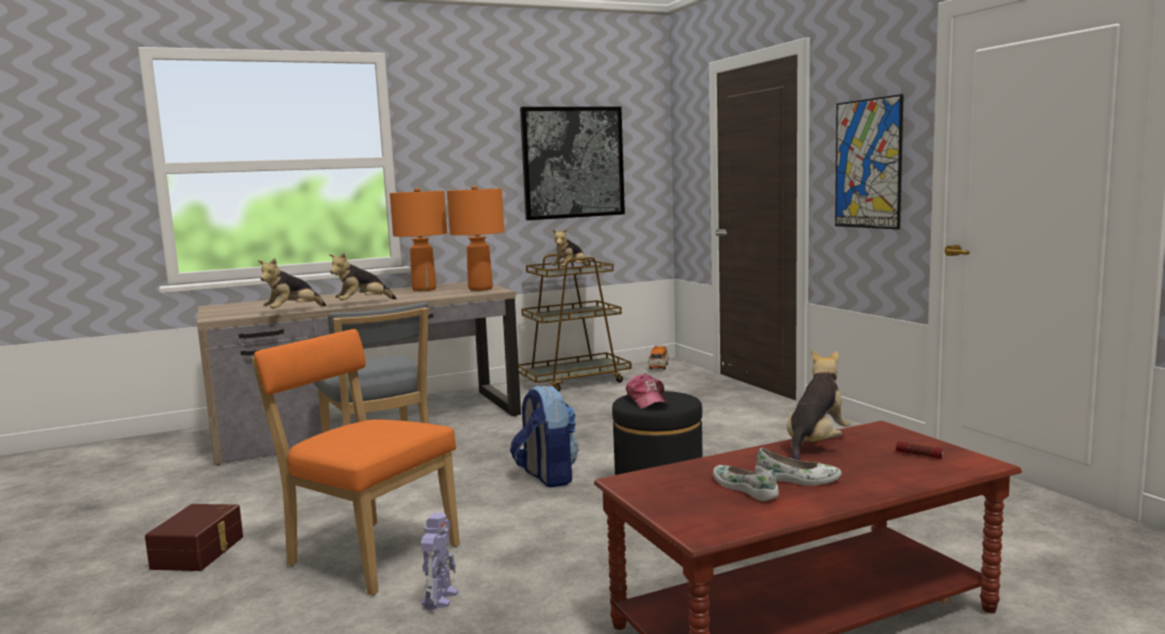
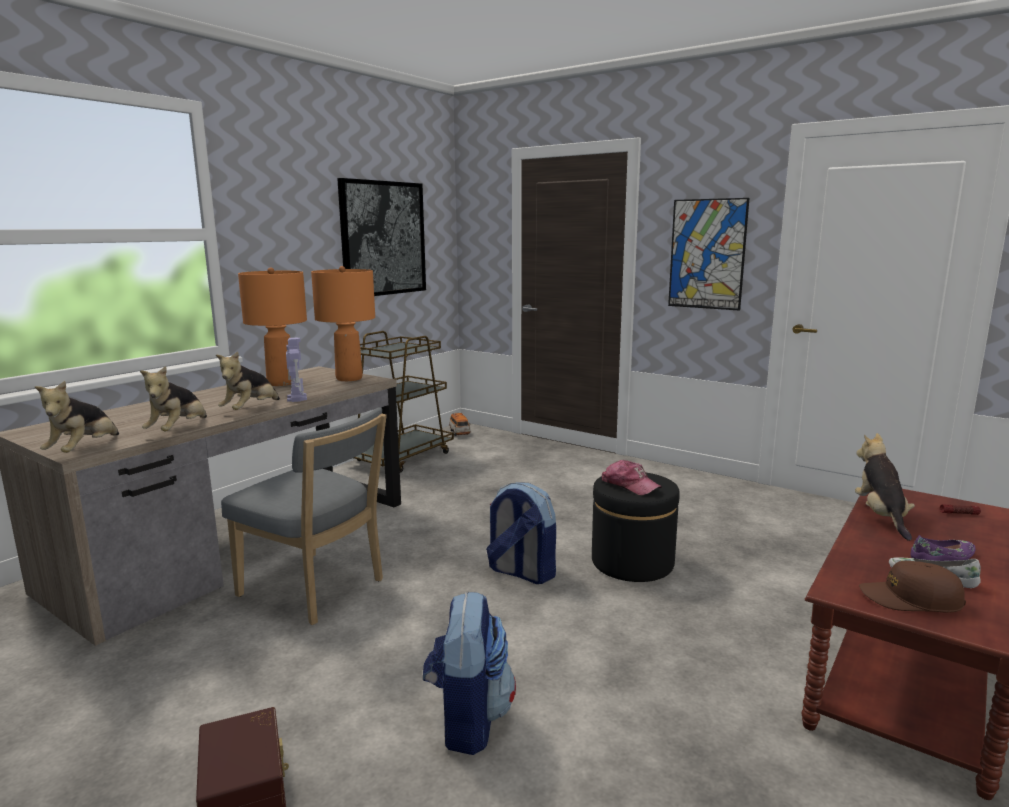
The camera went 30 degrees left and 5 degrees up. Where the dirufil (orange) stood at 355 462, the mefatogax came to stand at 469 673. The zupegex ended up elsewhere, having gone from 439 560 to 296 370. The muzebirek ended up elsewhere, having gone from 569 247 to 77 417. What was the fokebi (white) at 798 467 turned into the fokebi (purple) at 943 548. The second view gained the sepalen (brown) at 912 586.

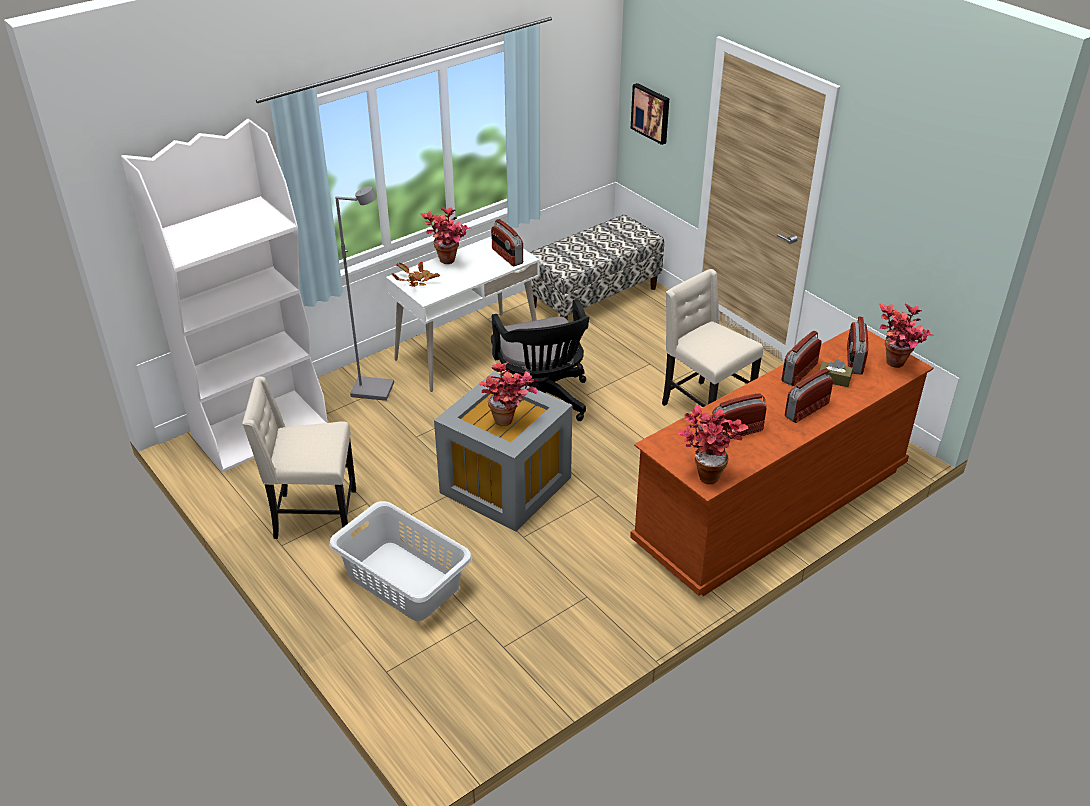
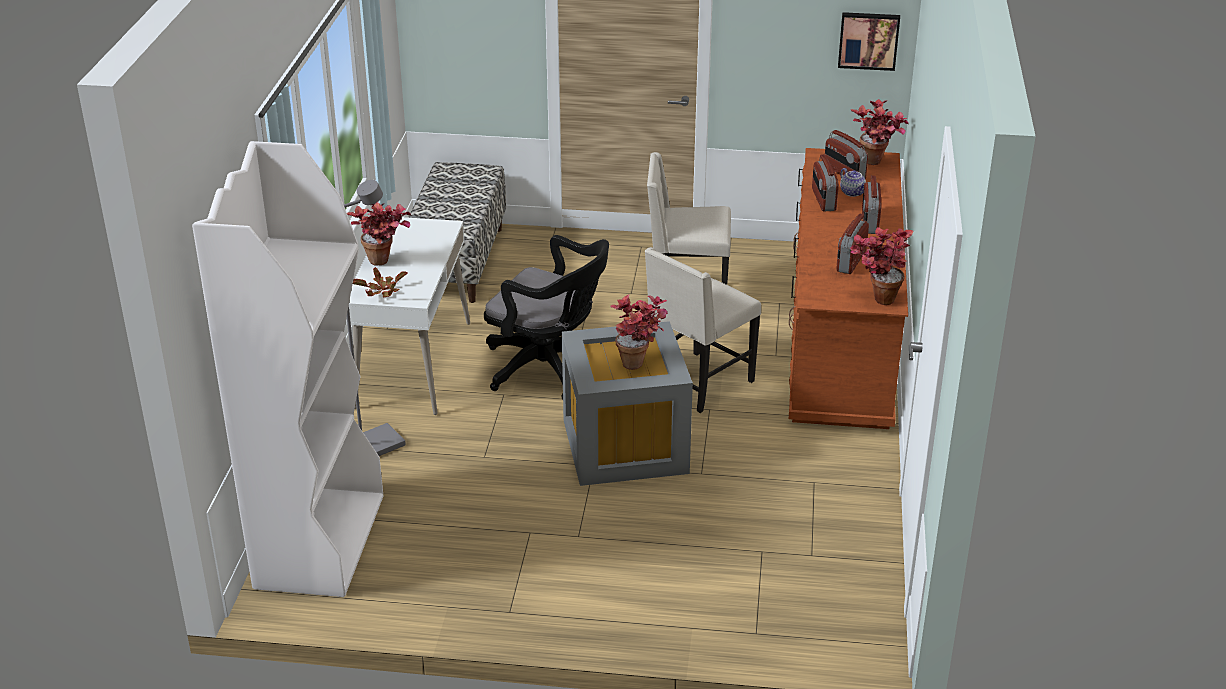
The camera went 45 degrees left and 5 degrees down. The dirufil (beige) ended up elsewhere, having gone from 299 457 to 703 330. The second view lost the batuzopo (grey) at 400 561. The second view lost the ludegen at 507 242. The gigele ended up elsewhere, having gone from 650 114 to 869 41. Where the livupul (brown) stood at 836 373, the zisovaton came to stand at 853 182.

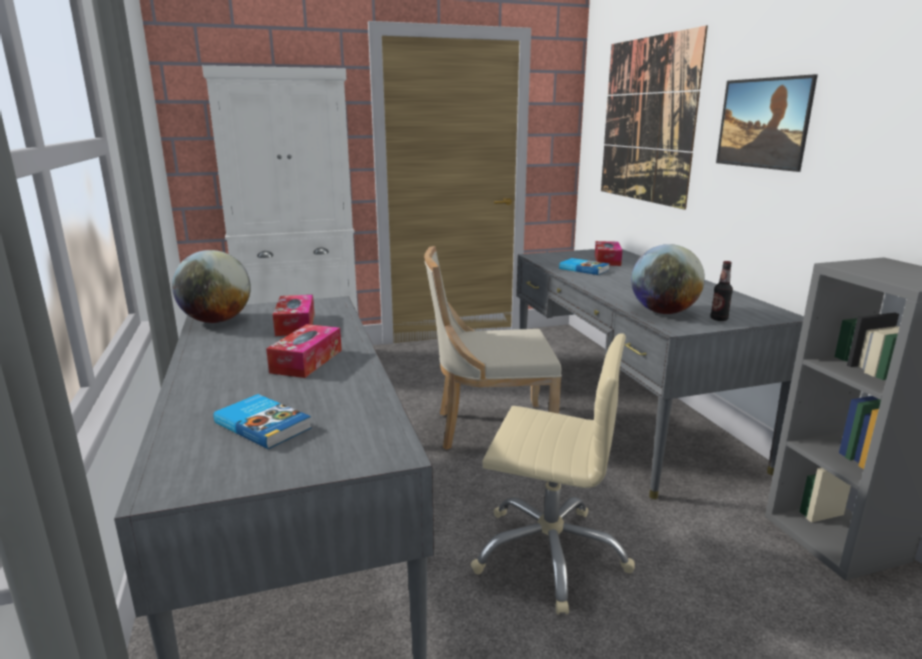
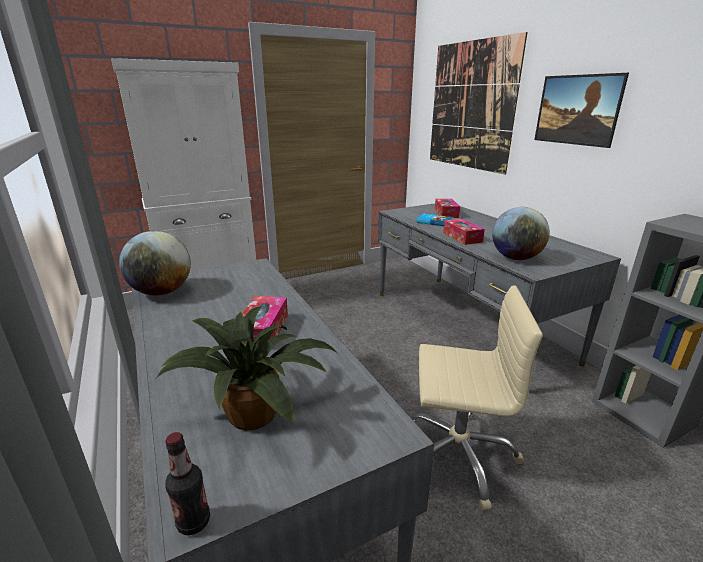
The camera went 10 degrees left and 5 degrees up. Where the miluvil stood at 262 421, the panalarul came to stand at 246 368. The livupul ended up elsewhere, having gone from 294 315 to 464 232. The second view lost the dirufil (beige) at 493 348. The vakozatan ended up elsewhere, having gone from 721 291 to 187 483.

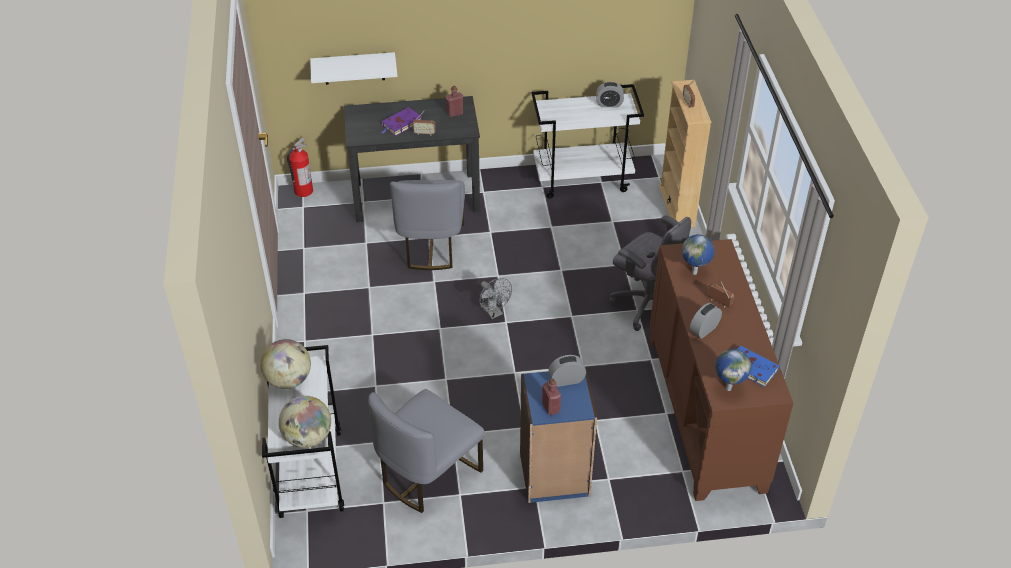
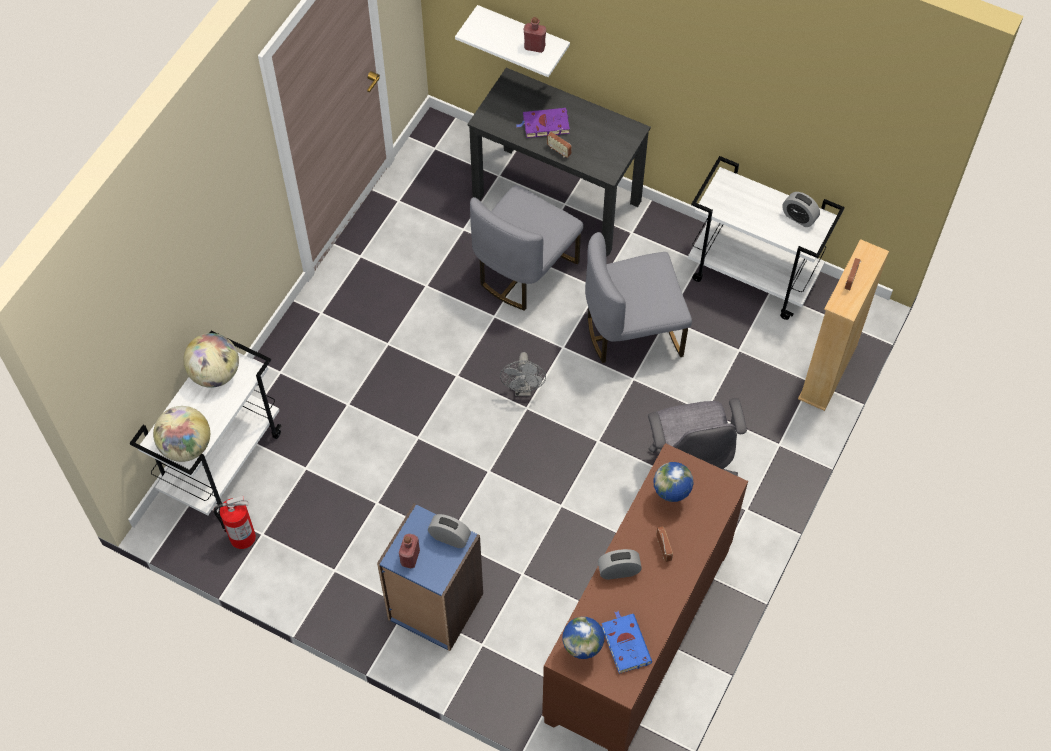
The camera went 35 degrees right and 15 degrees up. The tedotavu ended up elsewhere, having gone from 300 167 to 234 522. The dirufil (grey) ended up elsewhere, having gone from 426 451 to 638 297. The vakozatan (red) ended up elsewhere, having gone from 454 101 to 535 35.

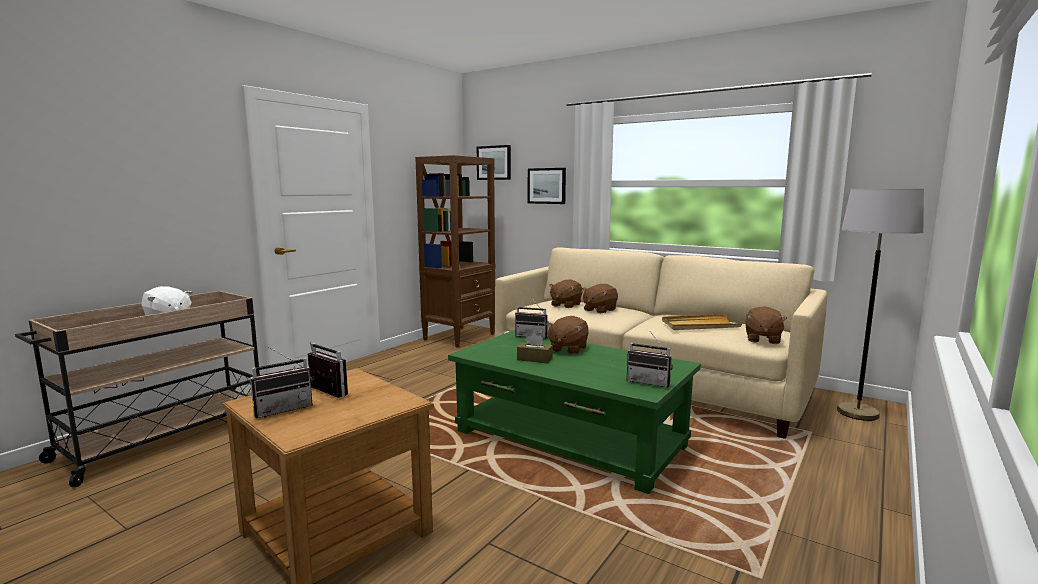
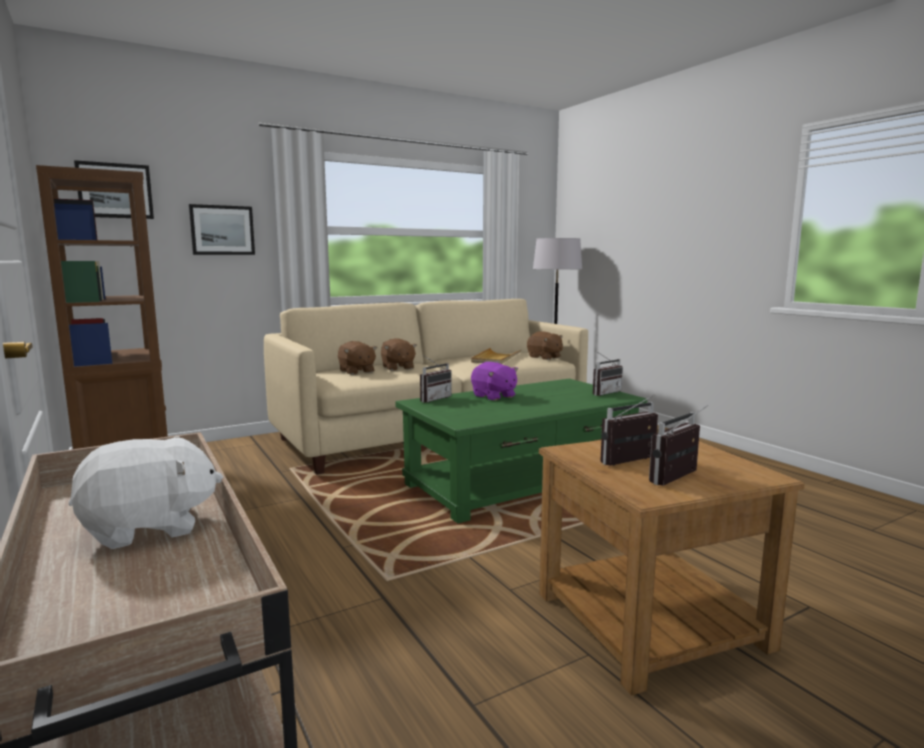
The camera went 65 degrees left and 0 degrees up. The ludegen at 281 382 ended up facing another way, 120 degrees counterclockwise from before. The second view lost the livupul (brown) at 535 348. What was the muzebirek (brown) at 567 335 turned into the muzebirek (purple) at 494 381.

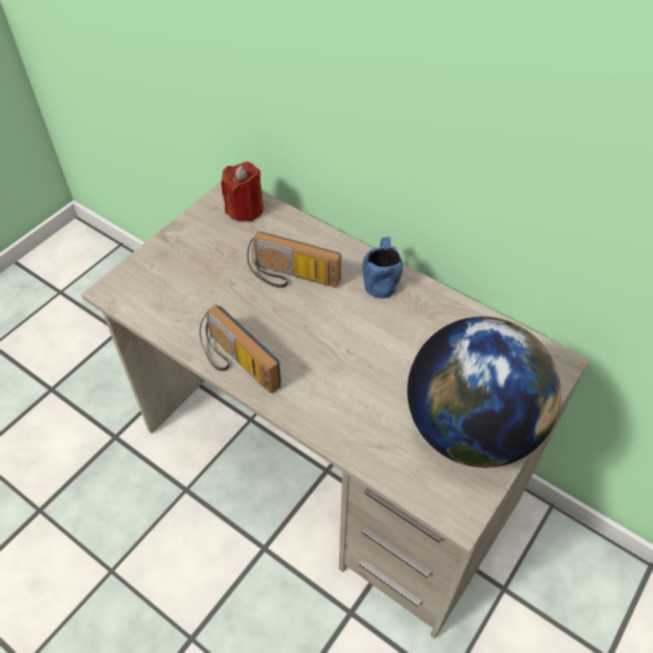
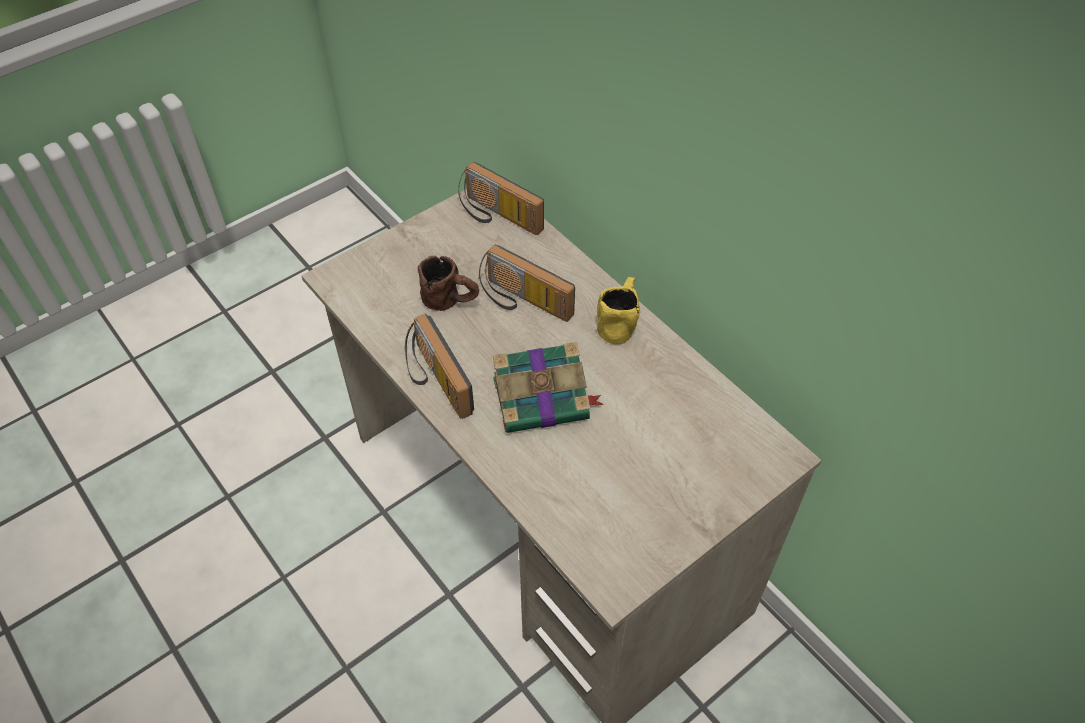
The camera went 15 degrees right and 0 degrees up. Where the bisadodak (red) stood at 242 191, the ludegen came to stand at 501 198. What was the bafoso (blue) at 382 268 turned into the bafoso (yellow) at 618 311. The second view lost the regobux at 484 392. The second view gained the bafoso (brown) at 448 283. The second view gained the miluvil at 548 387.

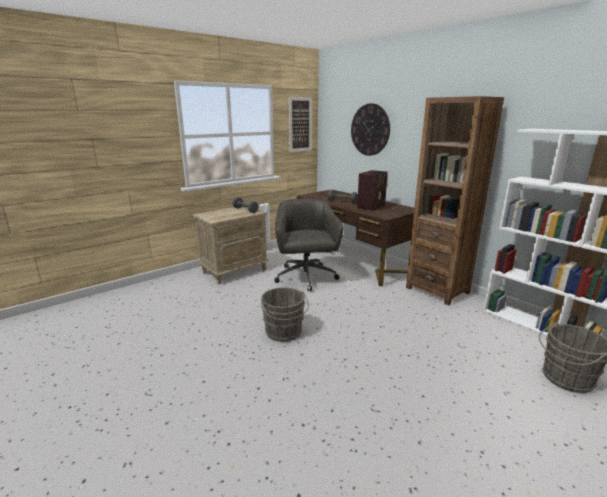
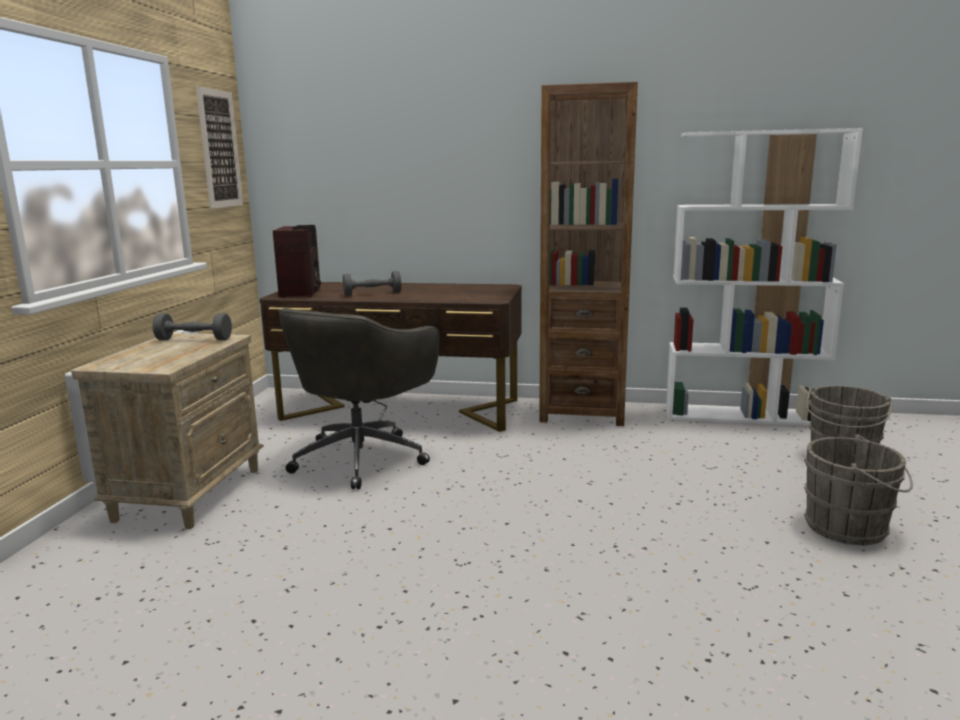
The camera went 40 degrees left and 5 degrees down. The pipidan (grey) ended up elsewhere, having gone from 285 314 to 858 489. The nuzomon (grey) at 308 245 ended up facing another way, 105 degrees counterclockwise from before. The second view lost the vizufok at 370 129. The ludegen ended up elsewhere, having gone from 372 190 to 297 261.

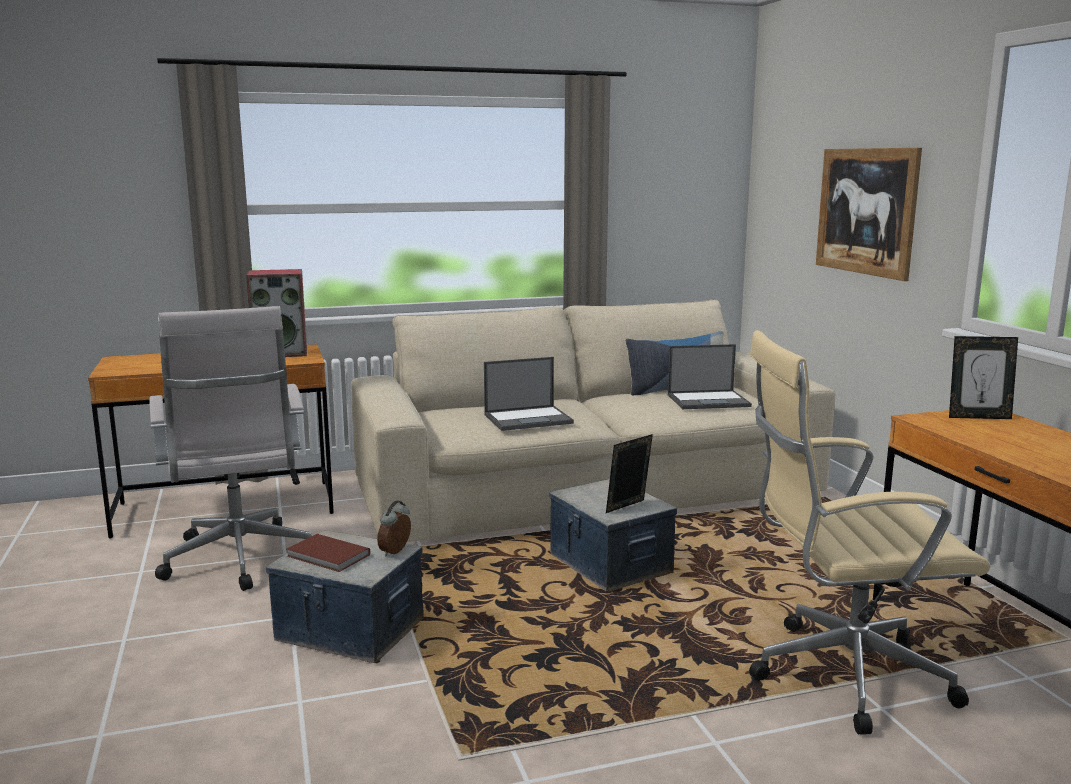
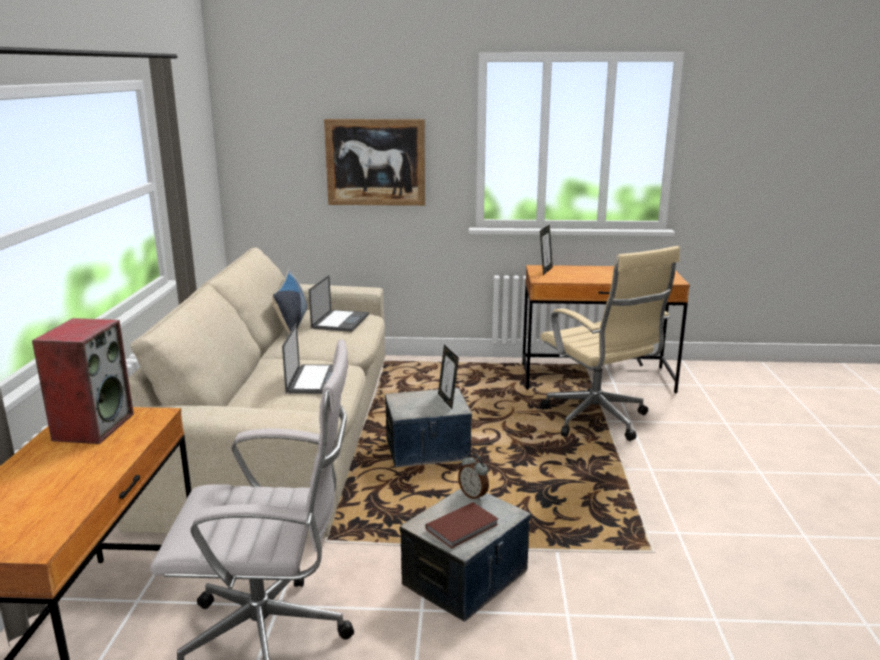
The camera went 70 degrees left and 5 degrees up. The nuzomon (beige) at 869 532 ended up facing another way, 45 degrees counterclockwise from before.

